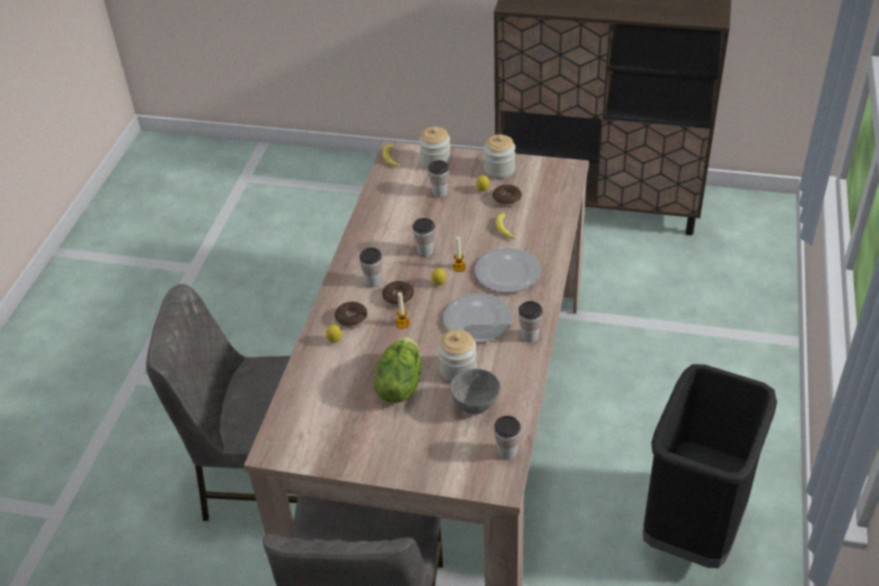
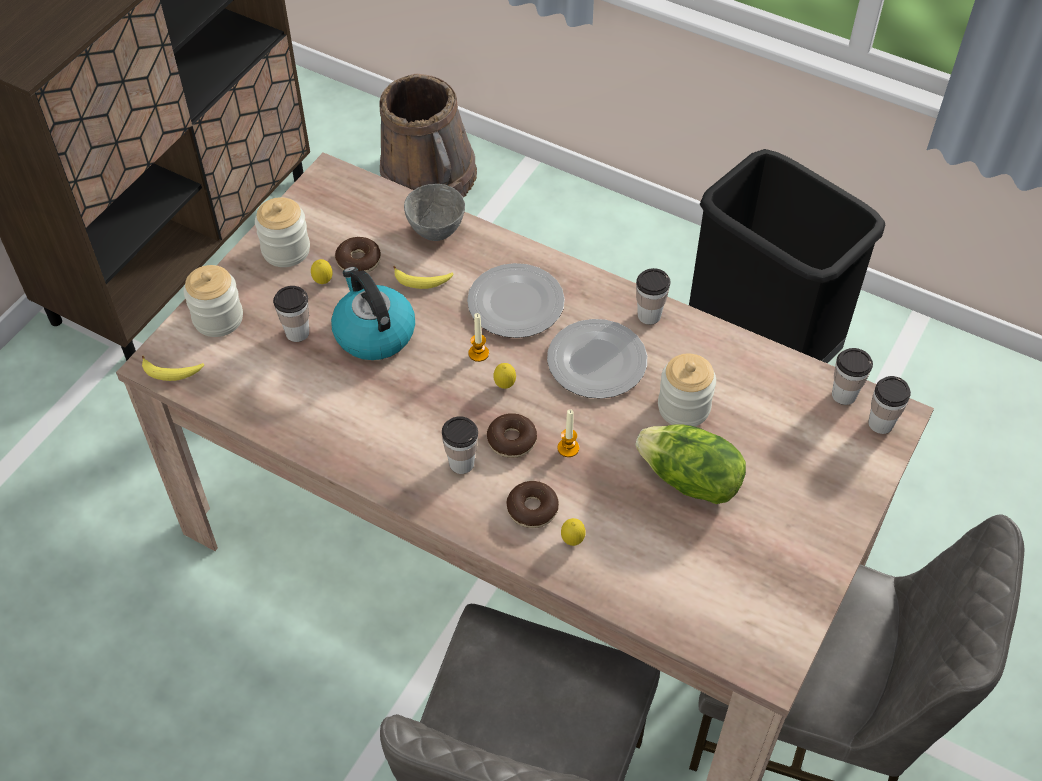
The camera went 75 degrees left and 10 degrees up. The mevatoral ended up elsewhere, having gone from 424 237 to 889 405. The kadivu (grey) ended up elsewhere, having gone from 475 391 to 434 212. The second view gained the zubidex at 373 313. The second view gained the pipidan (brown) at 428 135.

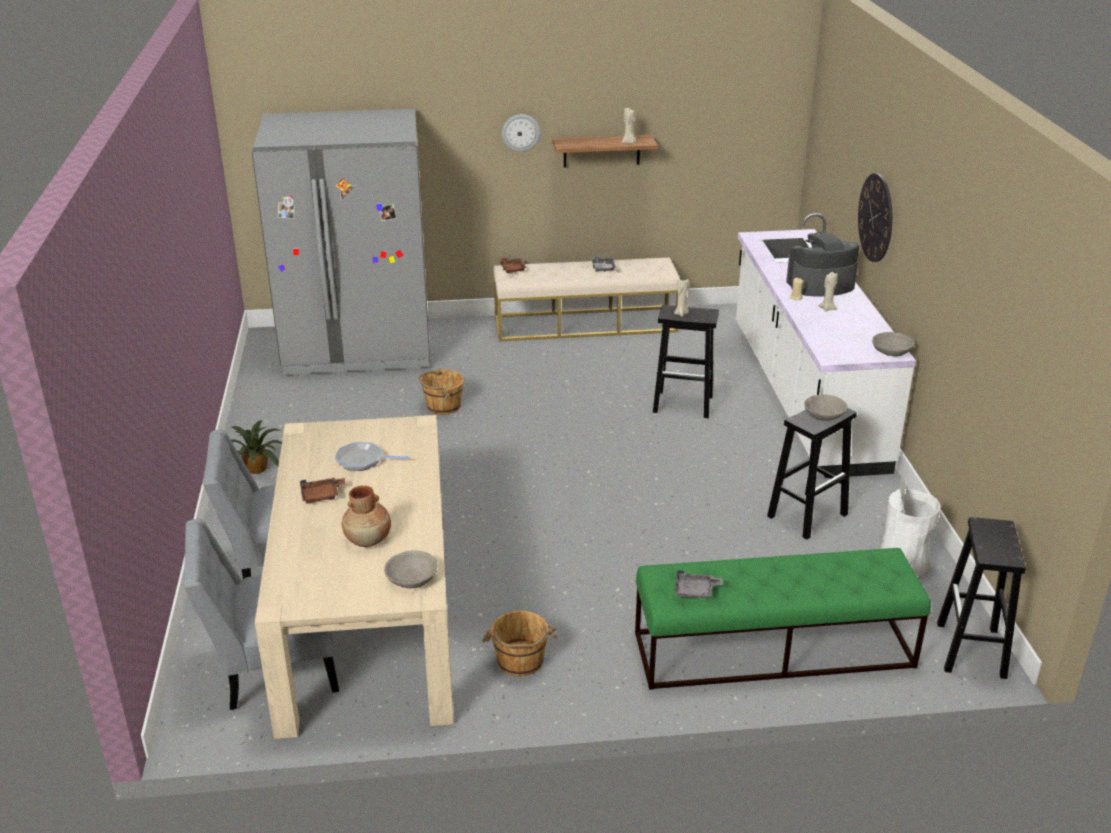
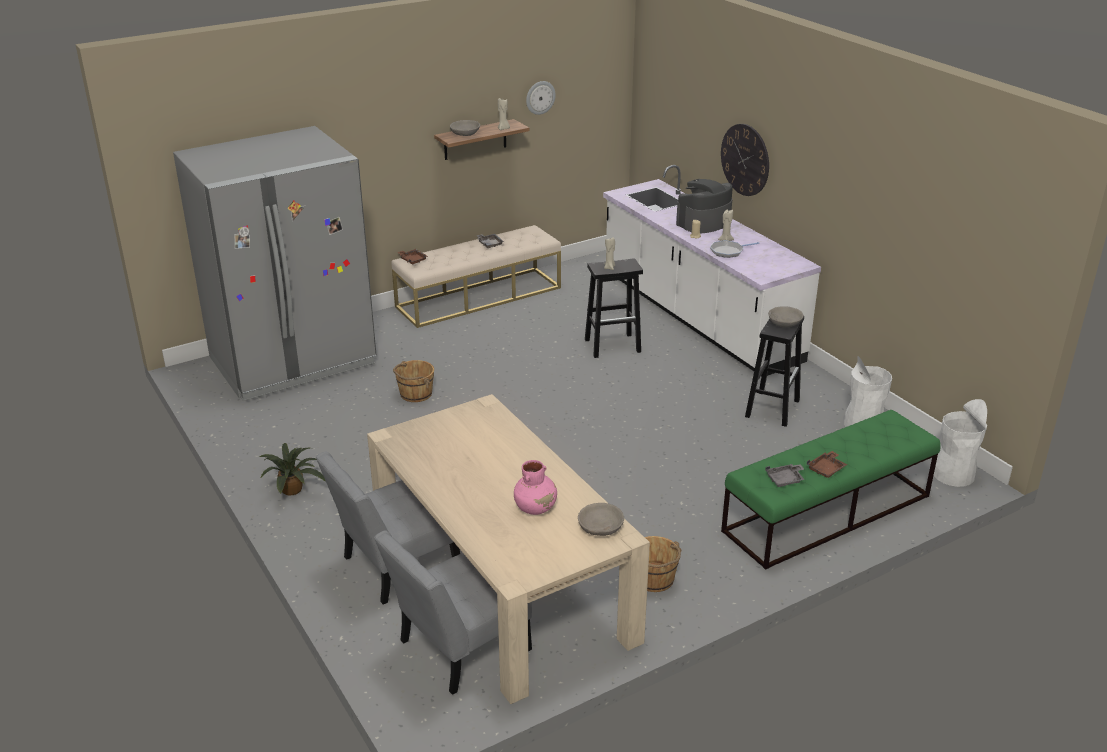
The camera went 25 degrees left and 0 degrees up. The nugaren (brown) ended up elsewhere, having gone from 323 491 to 827 464. The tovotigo ended up elsewhere, having gone from 372 456 to 734 249. What was the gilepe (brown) at 366 516 turned into the gilepe (pink) at 535 487. The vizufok ended up elsewhere, having gone from 521 133 to 541 98. The kadivu (grey) ended up elsewhere, having gone from 893 344 to 465 128. Where the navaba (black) stood at 981 598, the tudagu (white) came to stand at 960 443.

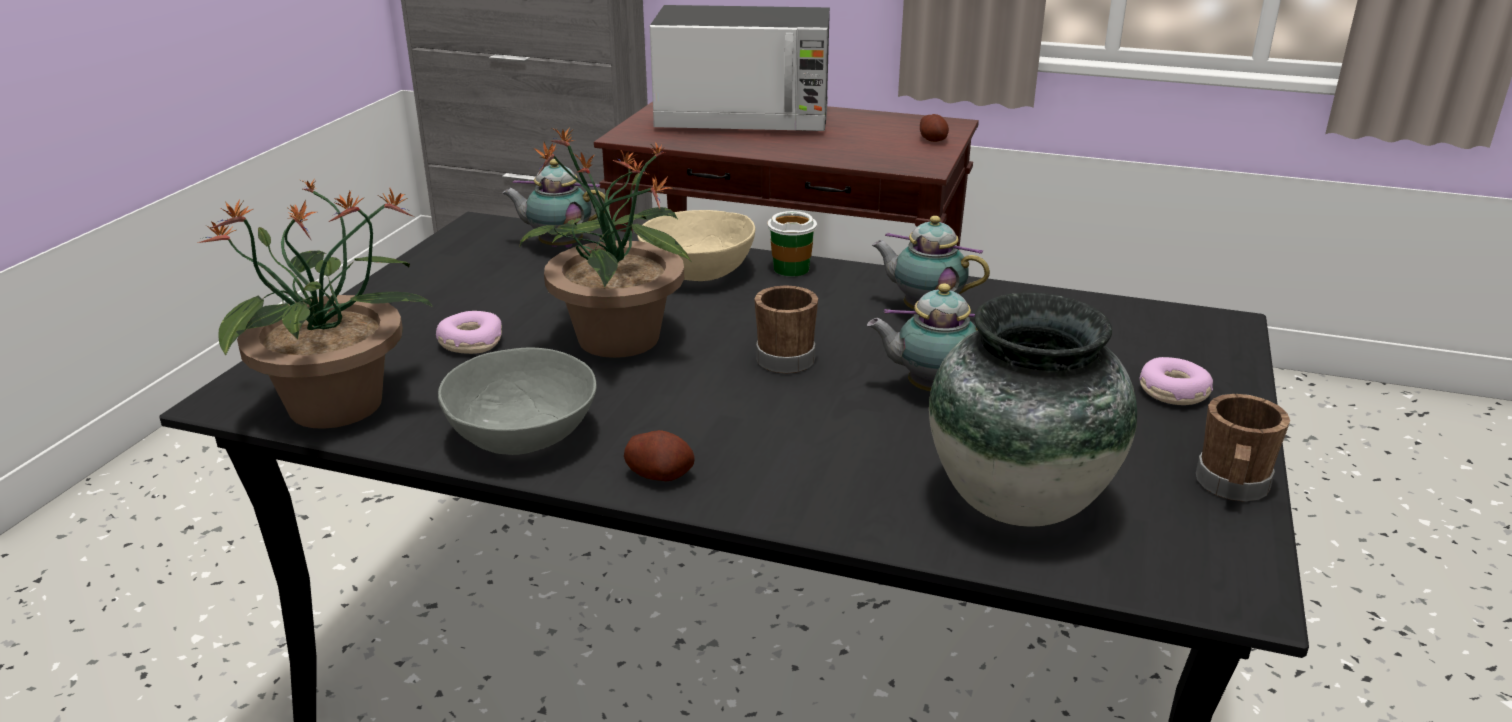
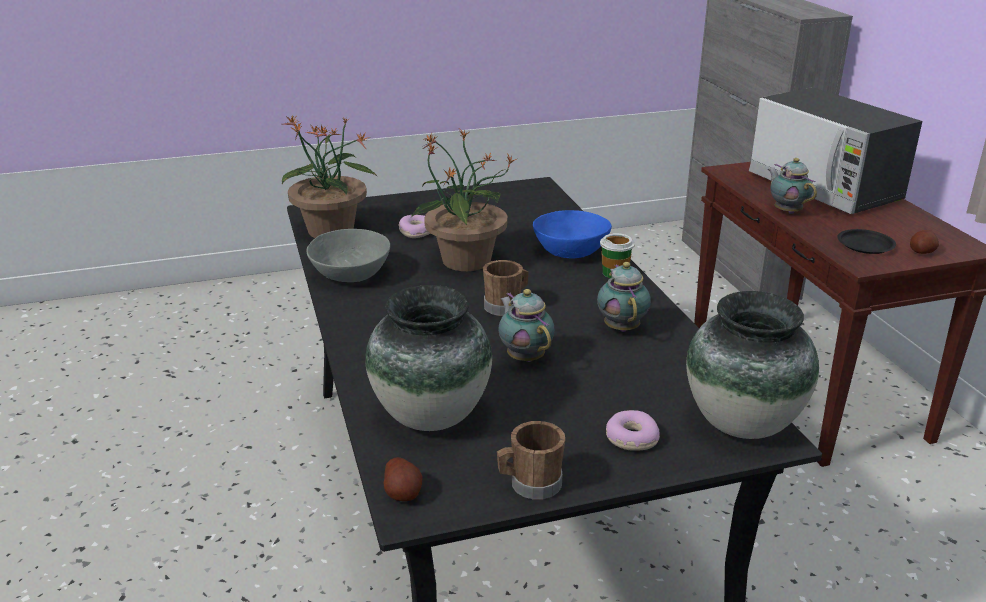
The camera went 55 degrees right and 0 degrees up. The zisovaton ended up elsewhere, having gone from 553 203 to 792 186. The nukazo ended up elsewhere, having gone from 659 455 to 403 479. What was the kadivu (beige) at 696 245 turned into the kadivu (blue) at 572 234. The second view gained the gilepe at 752 365. The second view gained the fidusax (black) at 866 241.

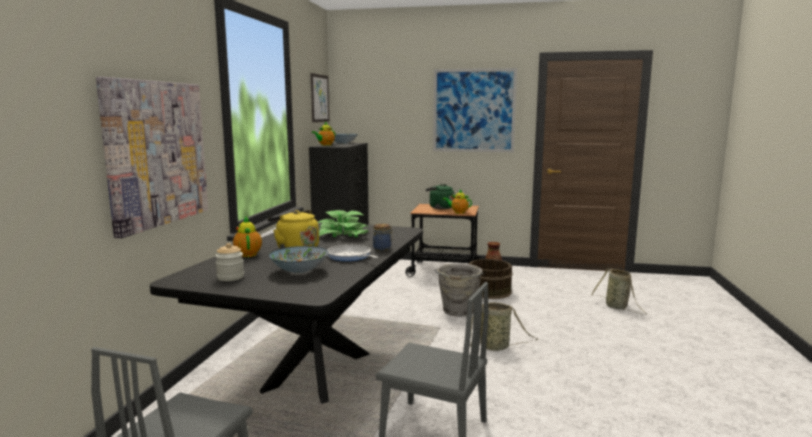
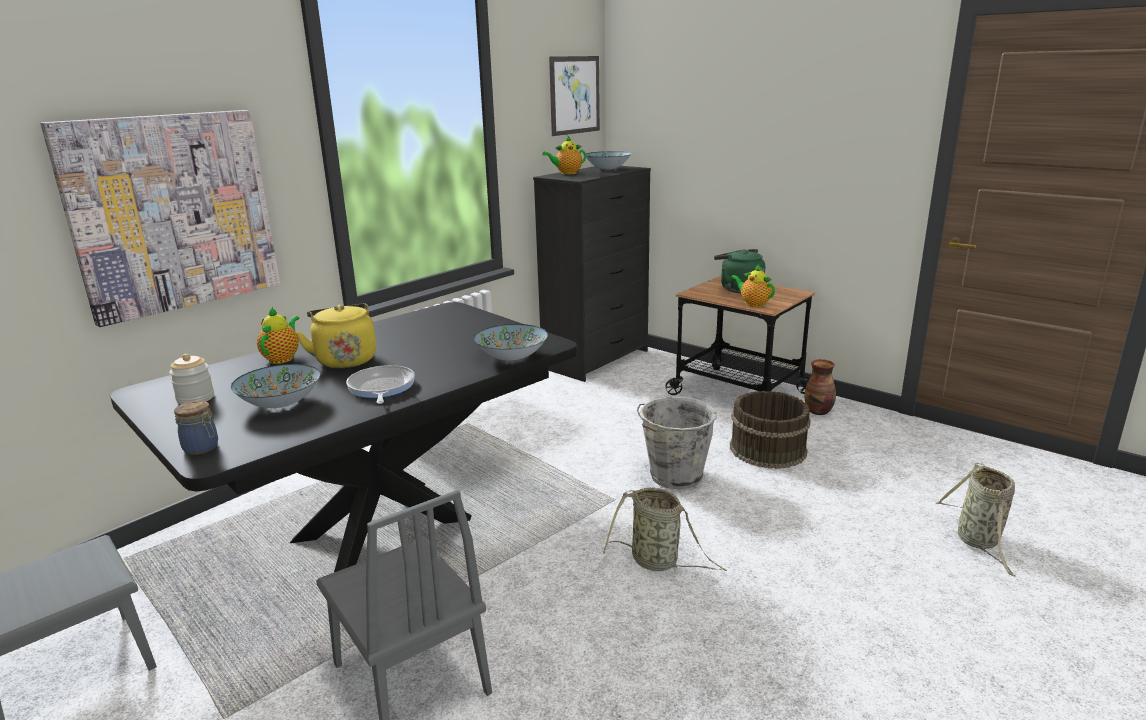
The camera went 30 degrees right and 10 degrees up. The second view lost the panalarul at 343 223. The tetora ended up elsewhere, having gone from 383 237 to 196 428. The second view lost the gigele at 475 110. The second view gained the kadivu at 511 342.

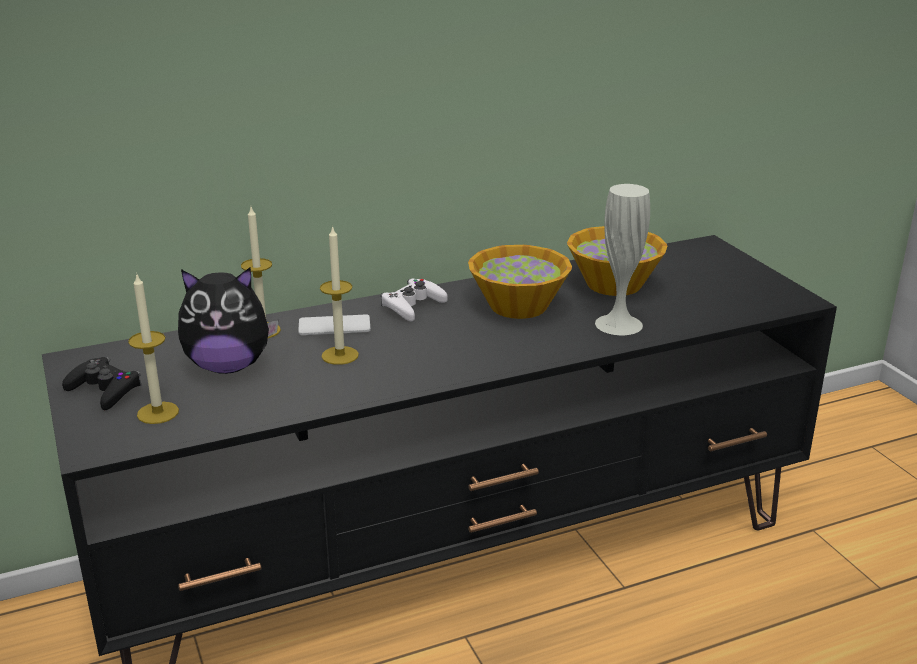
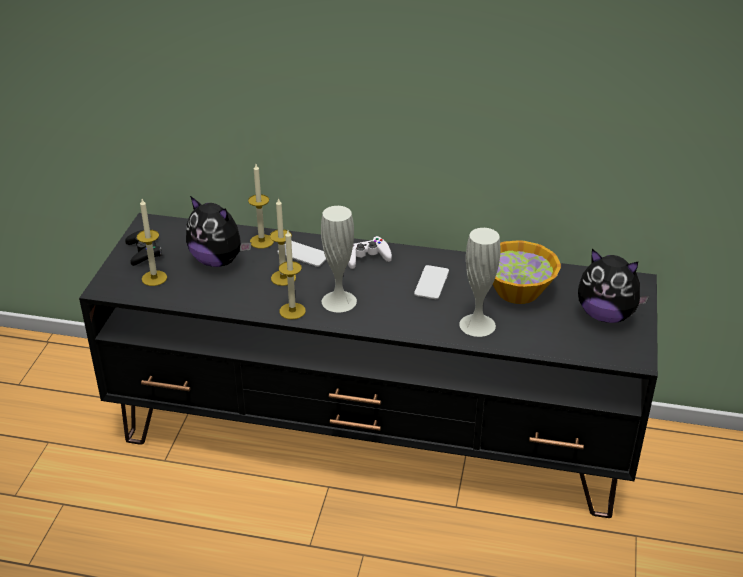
The camera went 35 degrees right and 10 degrees up. Where the kadivu stood at 520 282, the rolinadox came to stand at 431 282. The second view gained the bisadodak at 292 275. The second view gained the gilepe (white) at 339 259. The second view gained the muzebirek at 614 286.

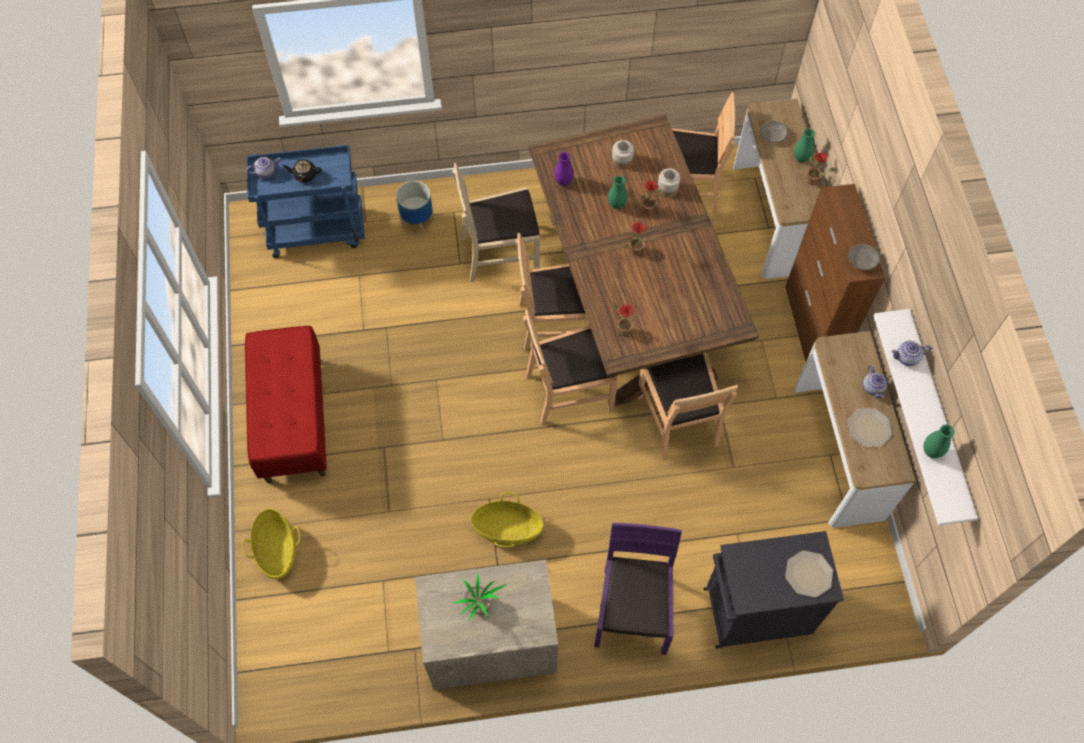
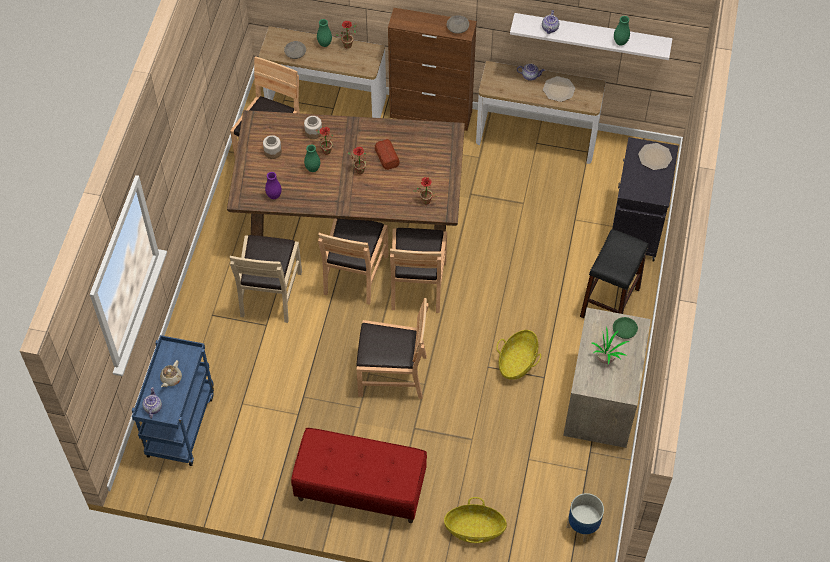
The camera went 70 degrees left and 5 degrees down. What was the zisovaton (black) at 302 171 turned into the zisovaton (beige) at 171 373. The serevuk ended up elsewhere, having gone from 415 208 to 585 517. Where the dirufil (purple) stood at 638 589, the navaba (black) came to stand at 614 273. The dirufil (brown) ended up elsewhere, having gone from 688 406 to 393 348. The second view gained the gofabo at 387 154. The second view gained the kadivu (green) at 625 328.

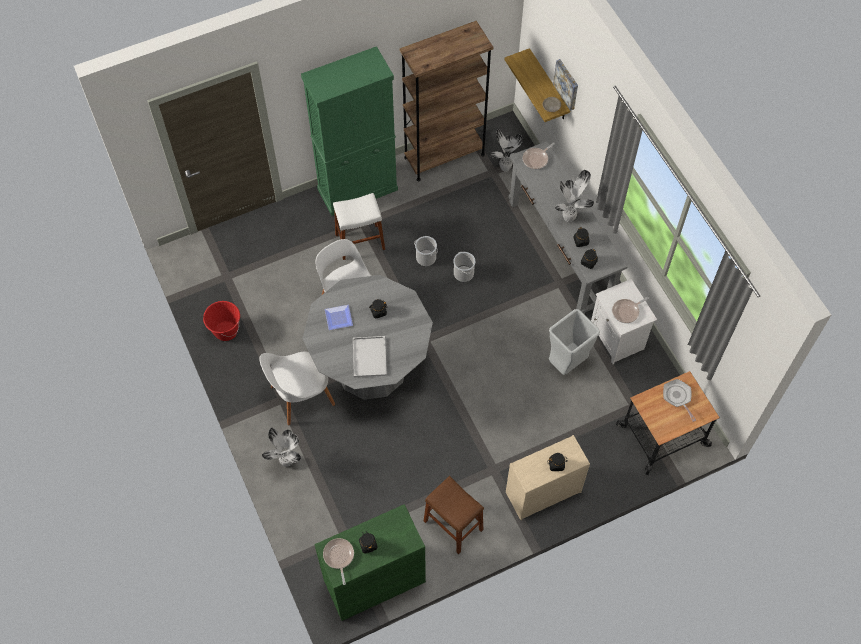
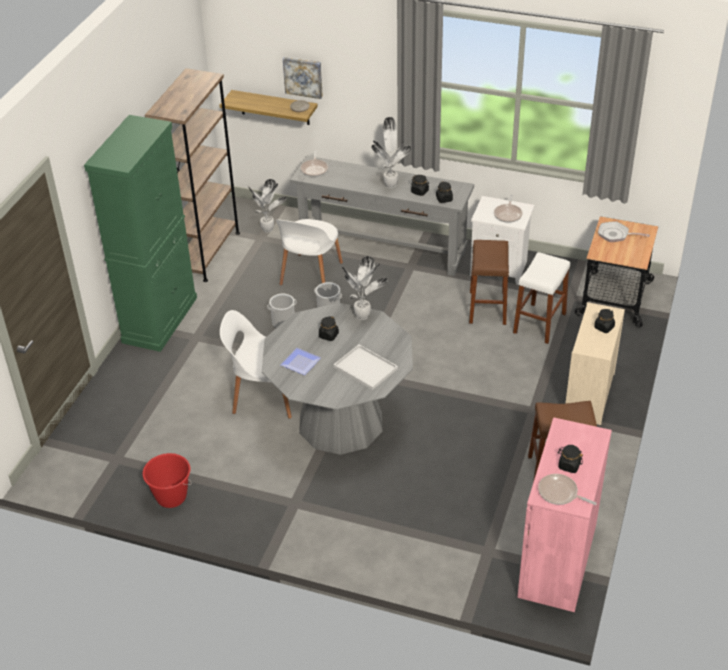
The camera went 45 degrees left and 20 degrees down. The dirufil (white) ended up elsewhere, having gone from 297 389 to 309 252. The panalarul ended up elsewhere, having gone from 281 447 to 363 288. What was the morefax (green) at 370 562 turned into the morefax (pink) at 564 514. The navaba (white) ended up elsewhere, having gone from 359 226 to 541 298. Where the tudagu (grey) stood at 574 342, the navaba (brown) came to stand at 489 282.

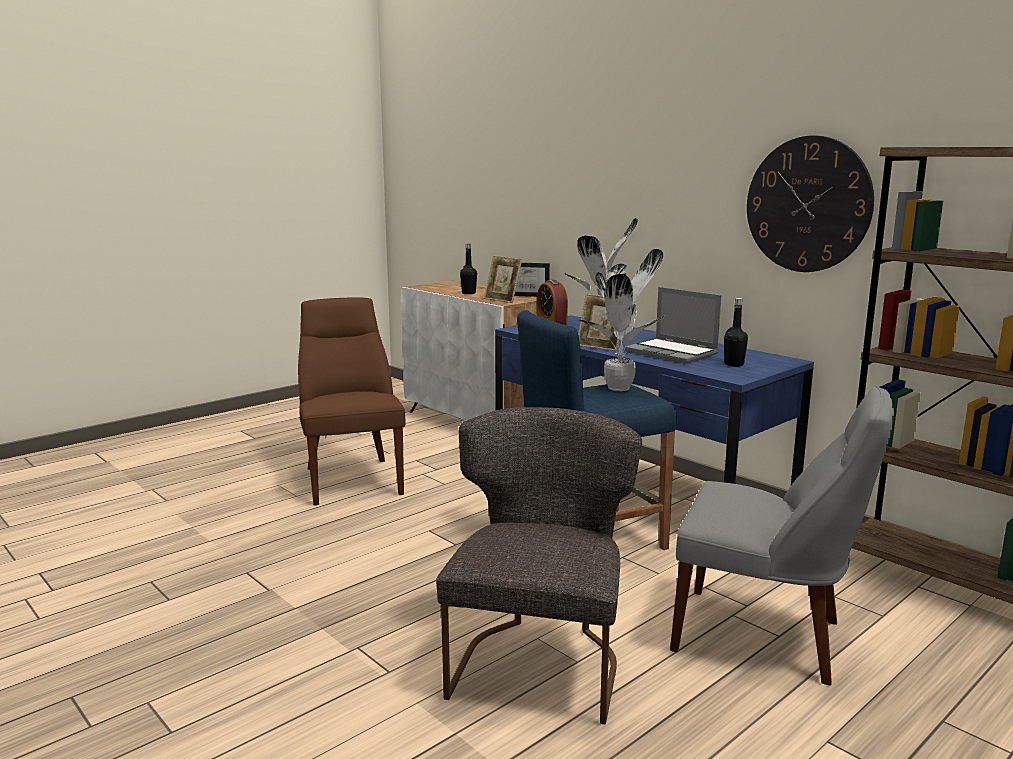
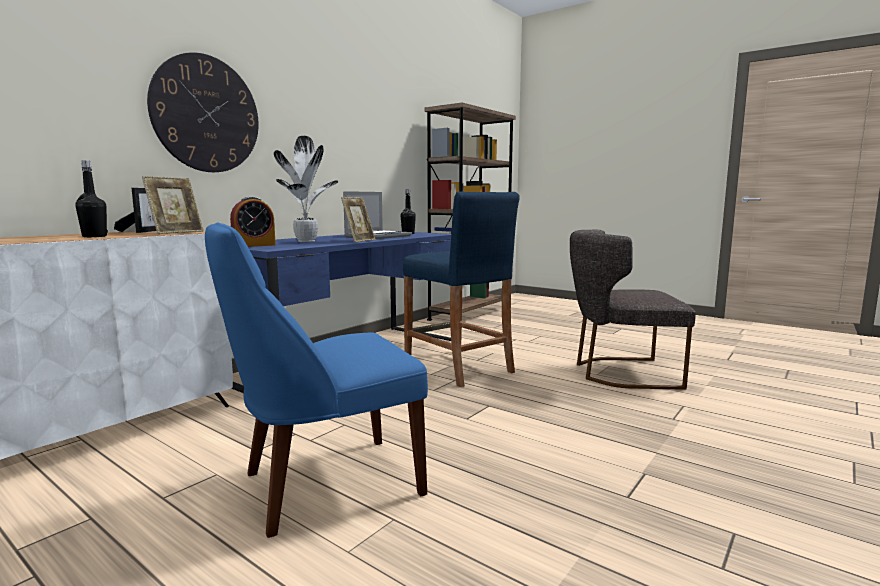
The camera went 100 degrees left and 5 degrees down. What was the dirufil (brown) at 351 401 turned into the dirufil (blue) at 316 380. The second view lost the panalarul at 621 320. The second view lost the dirufil (grey) at 782 535. The vizufok ended up elsewhere, having gone from 810 203 to 203 112.

